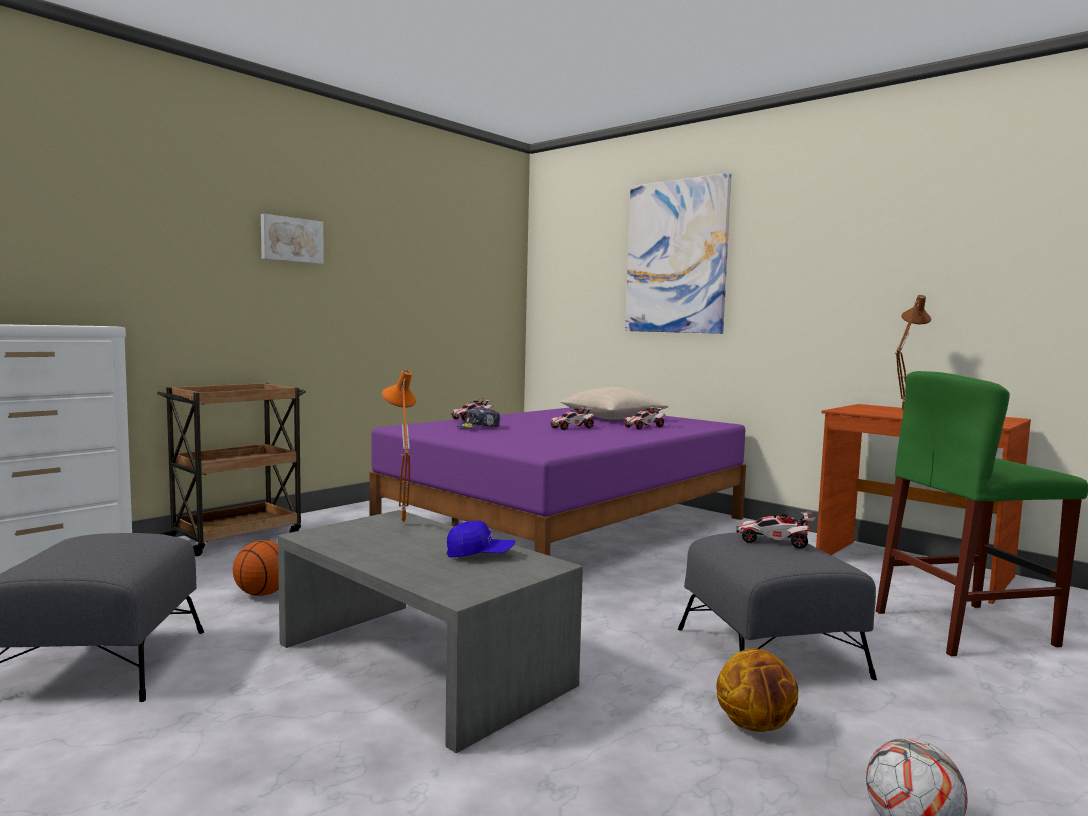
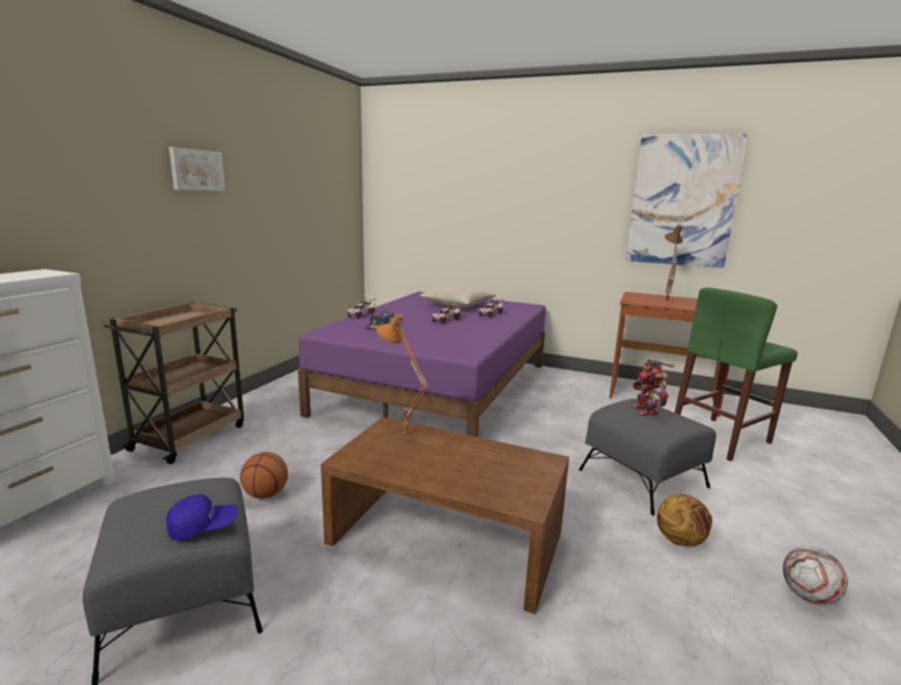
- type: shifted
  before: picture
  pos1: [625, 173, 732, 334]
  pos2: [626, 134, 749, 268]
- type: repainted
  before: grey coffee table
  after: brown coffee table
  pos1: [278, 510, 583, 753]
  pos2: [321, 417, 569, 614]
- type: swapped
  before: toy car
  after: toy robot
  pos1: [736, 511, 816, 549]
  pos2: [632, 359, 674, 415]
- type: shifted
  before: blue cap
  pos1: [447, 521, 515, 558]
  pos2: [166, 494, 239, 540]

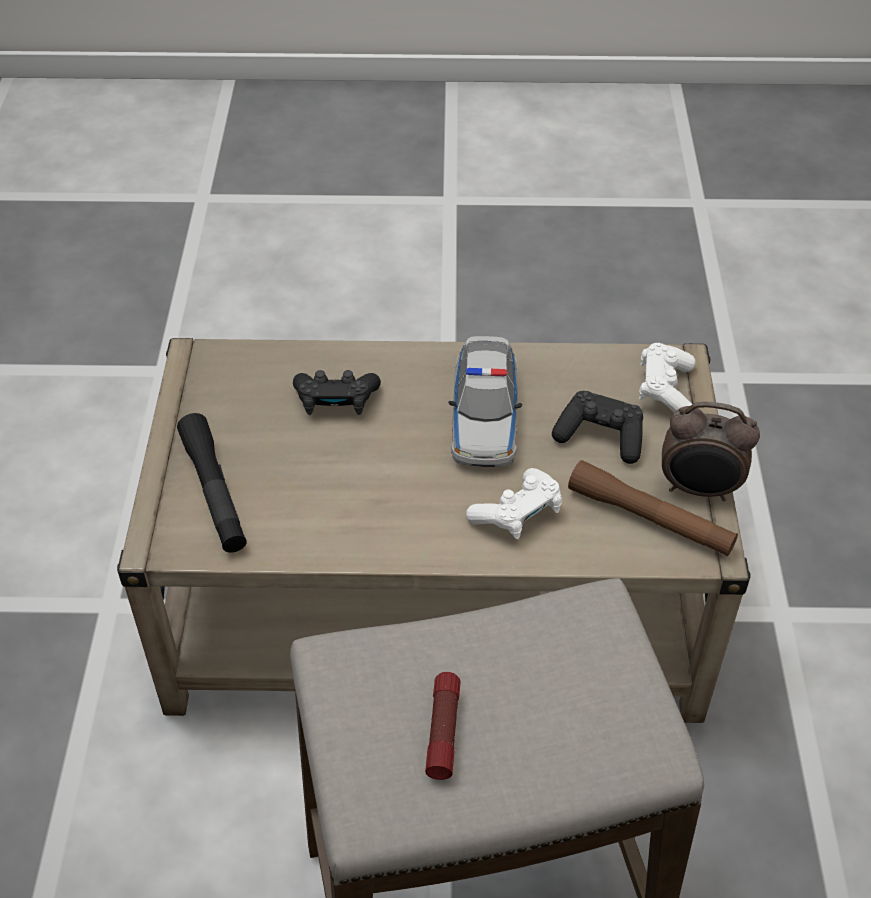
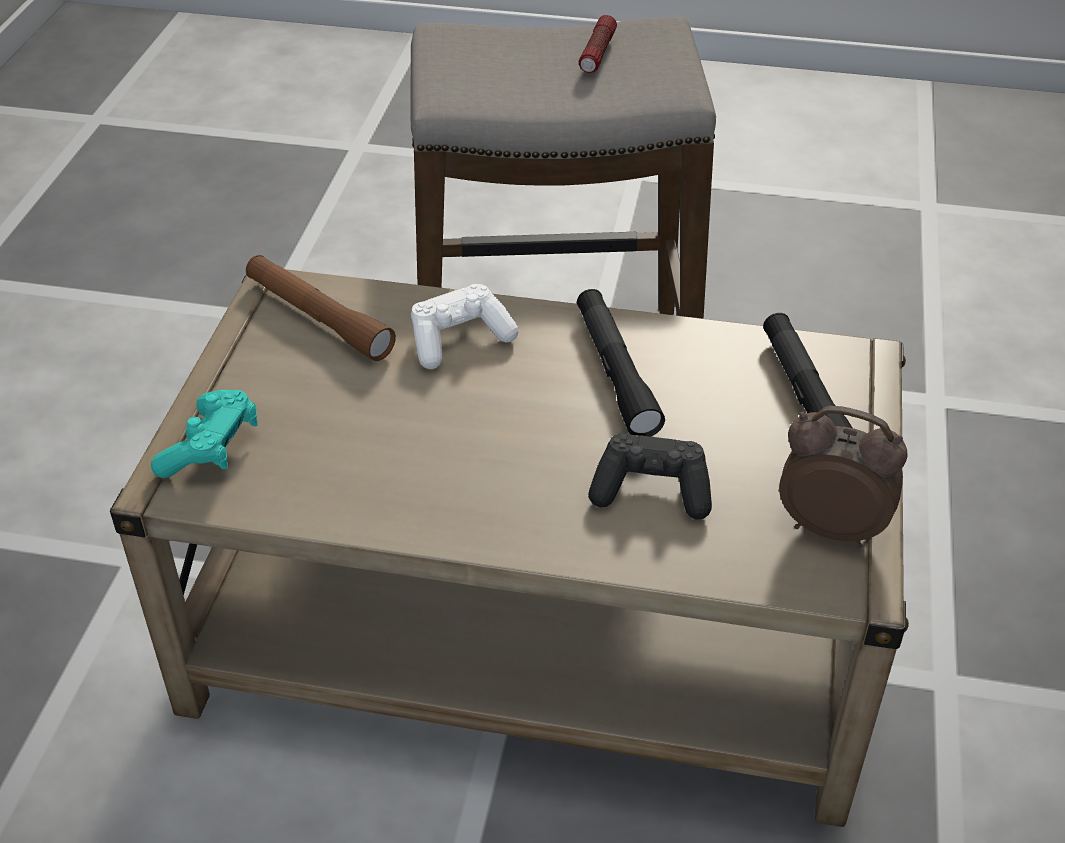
- type: gone
  before: toy car
  pos1: [449, 336, 522, 467]
- type: repainted
  before: white game controller
  after: turquoise game controller
  pos1: [639, 343, 696, 413]
  pos2: [151, 390, 258, 478]
- type: gone
  before: black game controller
  pos1: [552, 391, 643, 464]
- type: shifted
  before: alarm clock
  pos1: [662, 401, 760, 501]
  pos2: [779, 406, 907, 548]
- type: new
  after: black flashlight
  pos2: [577, 289, 665, 437]

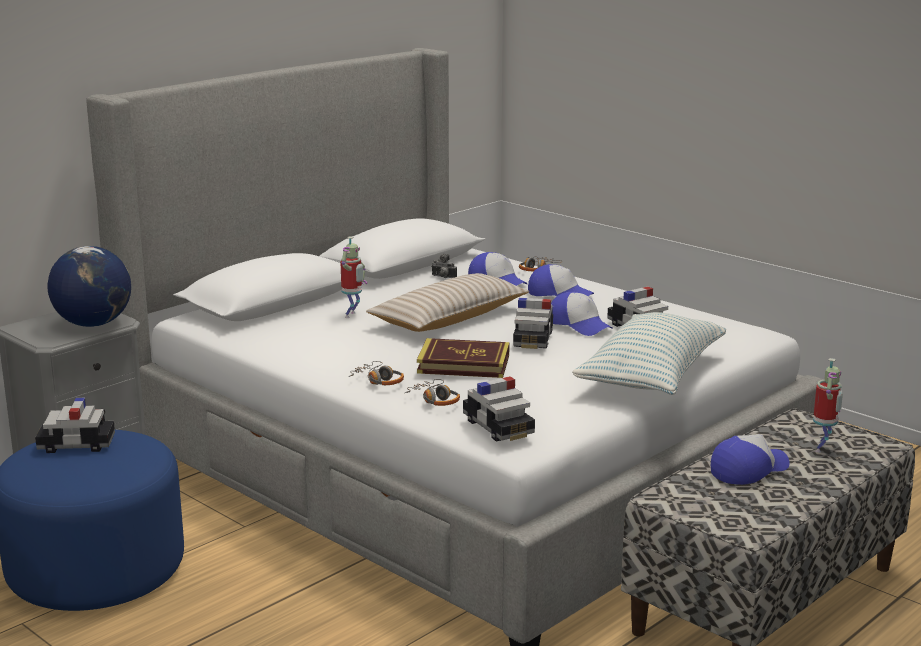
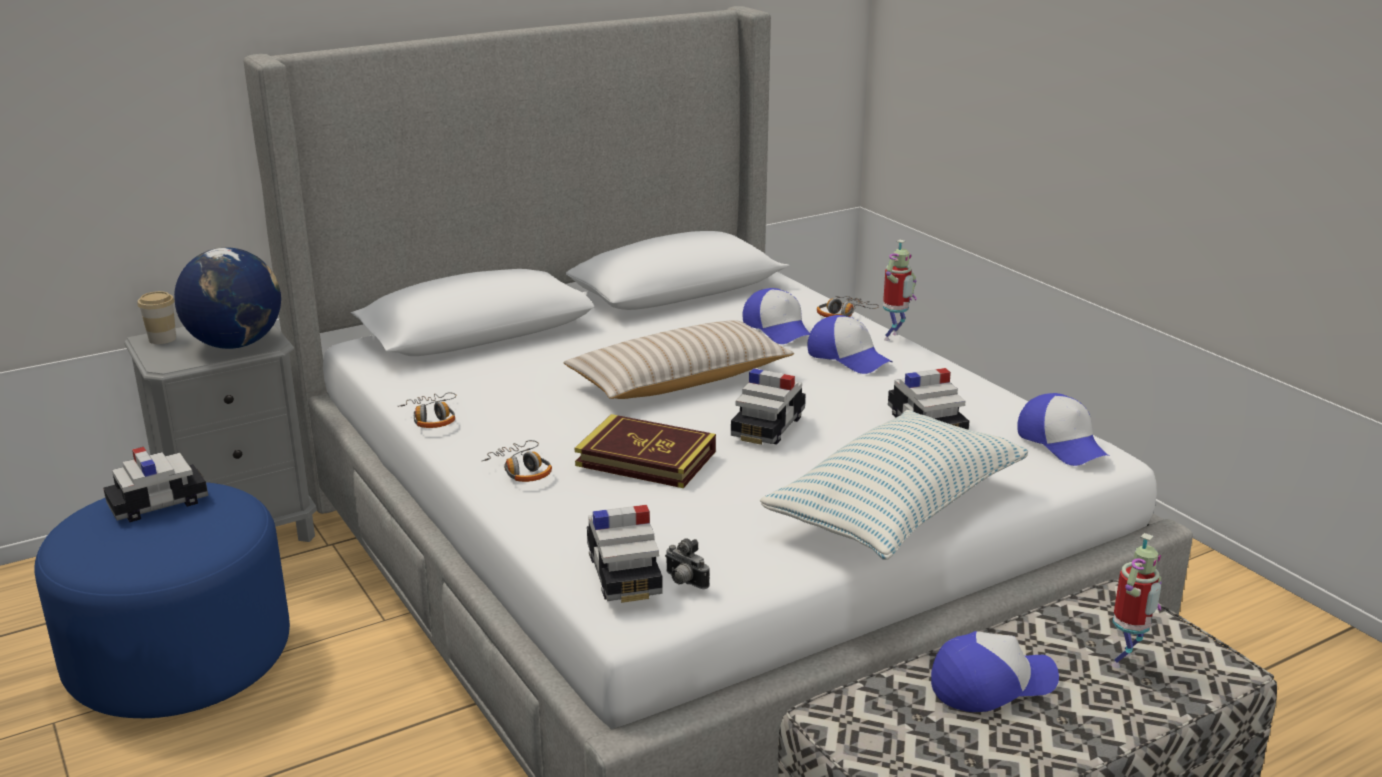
- type: shifted
  before: toy robot
  pos1: [340, 236, 367, 318]
  pos2: [883, 240, 917, 341]
- type: shifted
  before: photo camera
  pos1: [432, 254, 457, 278]
  pos2: [665, 538, 709, 589]
- type: shifted
  before: cap
  pos1: [551, 292, 613, 336]
  pos2: [1017, 393, 1109, 466]
- type: shifted
  before: headphones
  pos1: [405, 379, 460, 406]
  pos2: [397, 392, 456, 428]
- type: rotated
  before: toy car
  pos1: [35, 398, 115, 453]
  pos2: [103, 447, 208, 522]
  turn: 135
- type: new
  after: cup
  pos2: [138, 291, 176, 344]

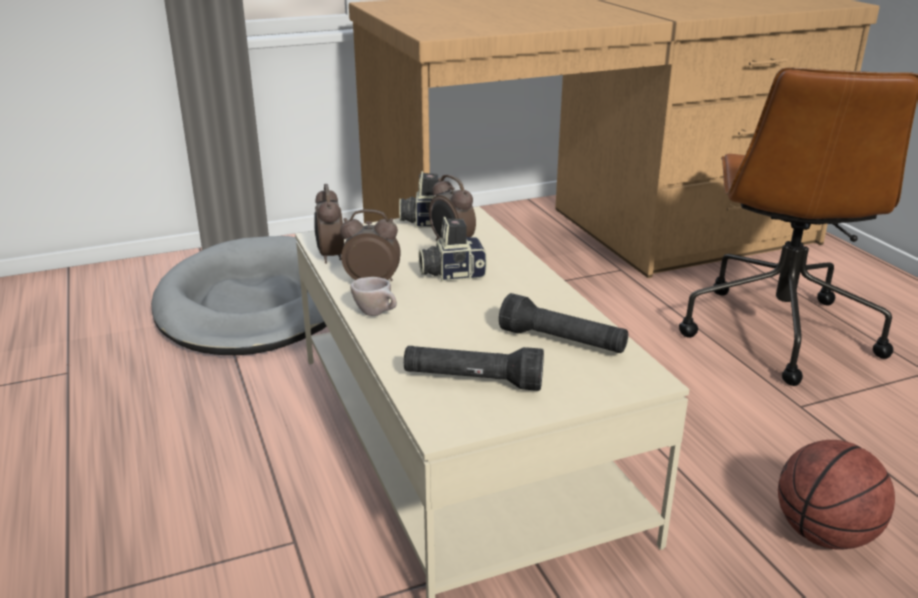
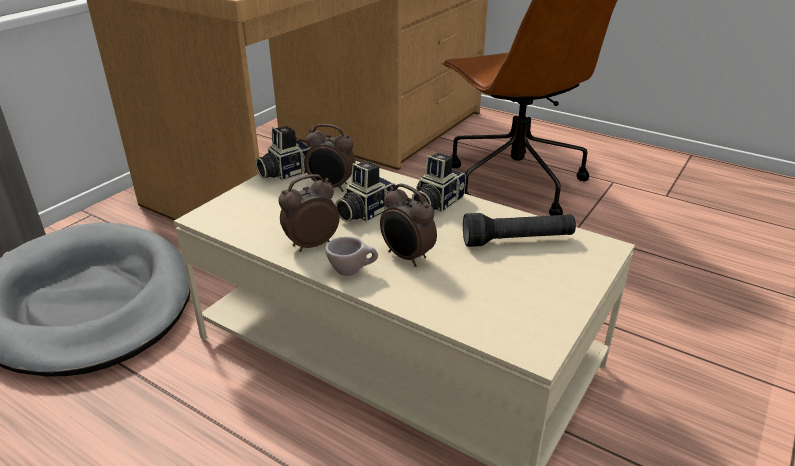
- type: shifted
  before: alarm clock
  pos1: [314, 184, 344, 264]
  pos2: [380, 183, 437, 267]
- type: gone
  before: black flashlight
  pos1: [404, 346, 544, 391]
- type: gone
  before: basketball
  pos1: [778, 440, 895, 550]
- type: new
  after: photo camera
  pos2: [412, 153, 466, 212]

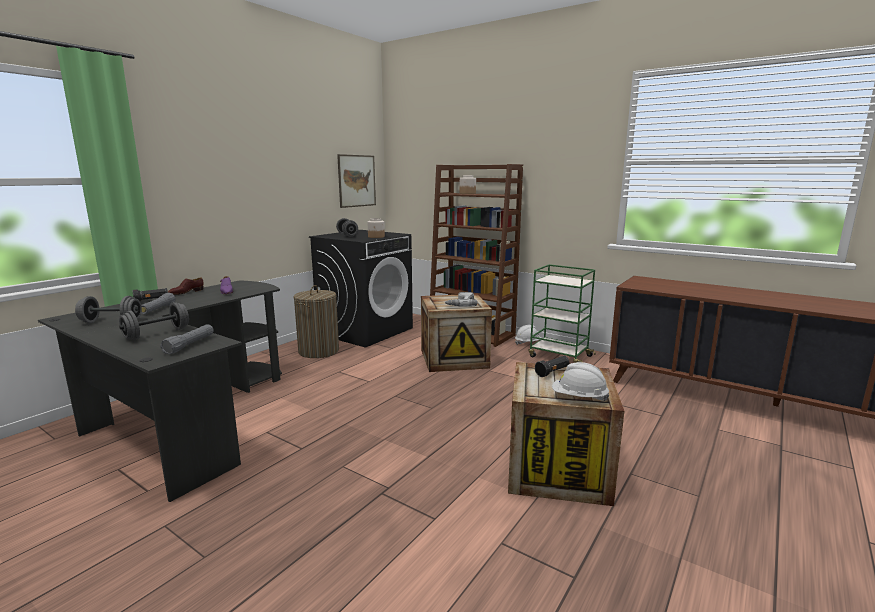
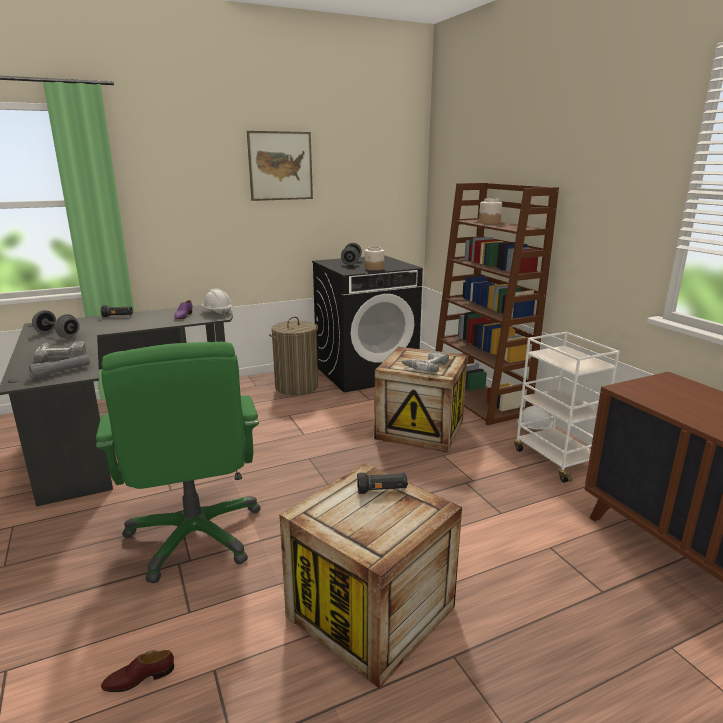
- type: shifted
  before: picture
  pos1: [337, 154, 376, 208]
  pos2: [247, 131, 313, 201]
- type: repainted
  before: green cart
  after: white cart
  pos1: [529, 264, 596, 363]
  pos2: [514, 332, 620, 483]
- type: shifted
  before: brown shoe
  pos1: [168, 277, 204, 295]
  pos2: [101, 650, 174, 692]
- type: gone
  before: grey flashlight
  pos1: [141, 293, 176, 314]
- type: swapped
  before: grey dumbbell
  after: power drill
  pos1: [119, 302, 189, 340]
  pos2: [34, 341, 86, 362]
- type: shifted
  before: white hard hat
  pos1: [552, 362, 609, 401]
  pos2: [201, 289, 232, 316]
- type: new
  after: green office chair
  pos2: [96, 342, 261, 583]

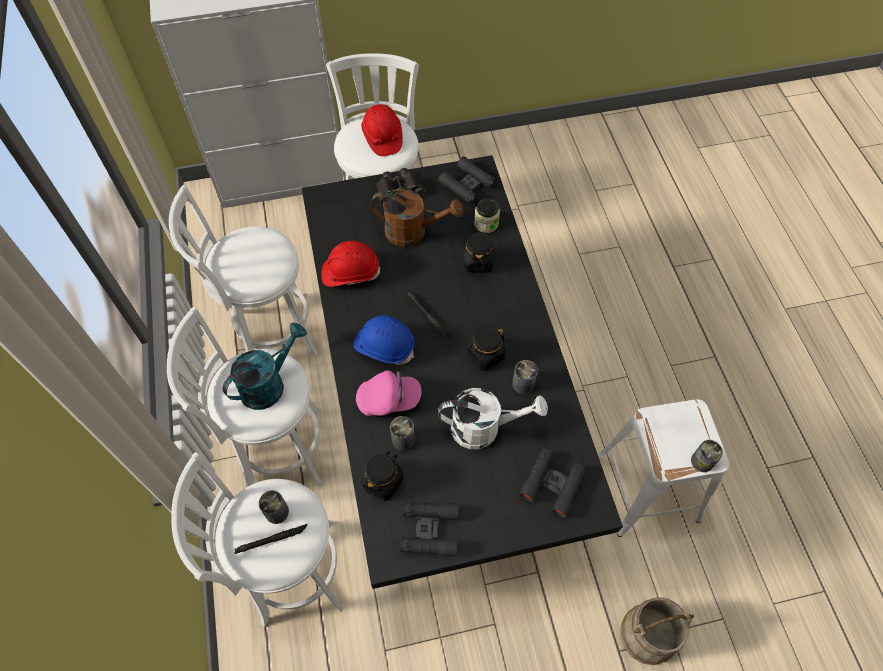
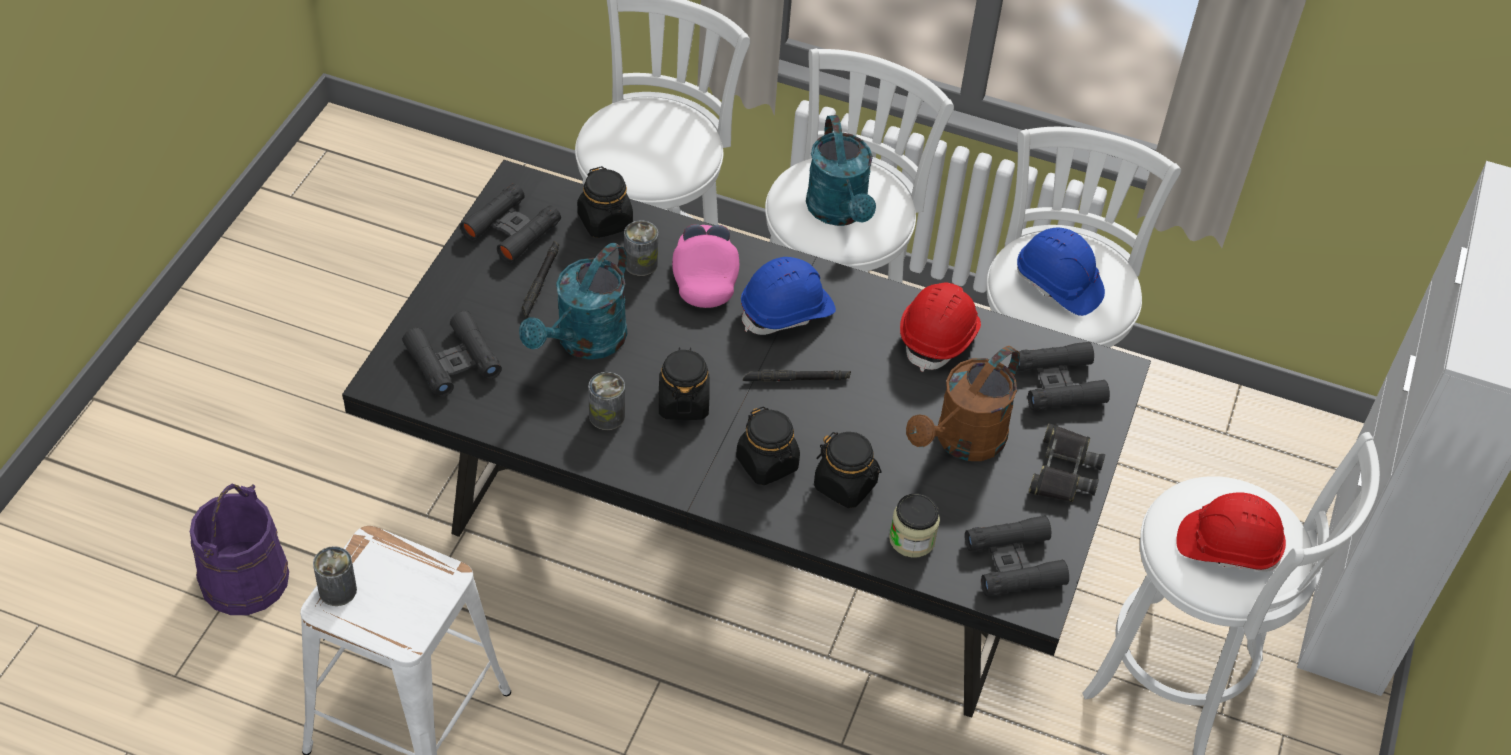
- type: rotated
  before: pink cap
  pos1: [356, 370, 421, 416]
  pos2: [672, 224, 739, 308]
  turn: 150
- type: repainted
  before: white watering can
  after: turquoise watering can
  pos1: [439, 388, 548, 449]
  pos2: [519, 243, 627, 360]
- type: gone
  before: can
  pos1: [259, 490, 289, 524]
- type: shifted
  before: black flashlight
  pos1: [234, 524, 307, 554]
  pos2: [522, 241, 559, 319]
- type: repainted
  before: beige bucket
  after: purple bucket
  pos1: [620, 597, 694, 665]
  pos2: [190, 484, 289, 615]
- type: new
  after: blue hard hat
  pos2: [1017, 228, 1105, 316]
- type: new
  after: black binoculars
  pos2: [1017, 342, 1110, 410]
- type: new
  after: black jar
  pos2: [736, 407, 800, 485]

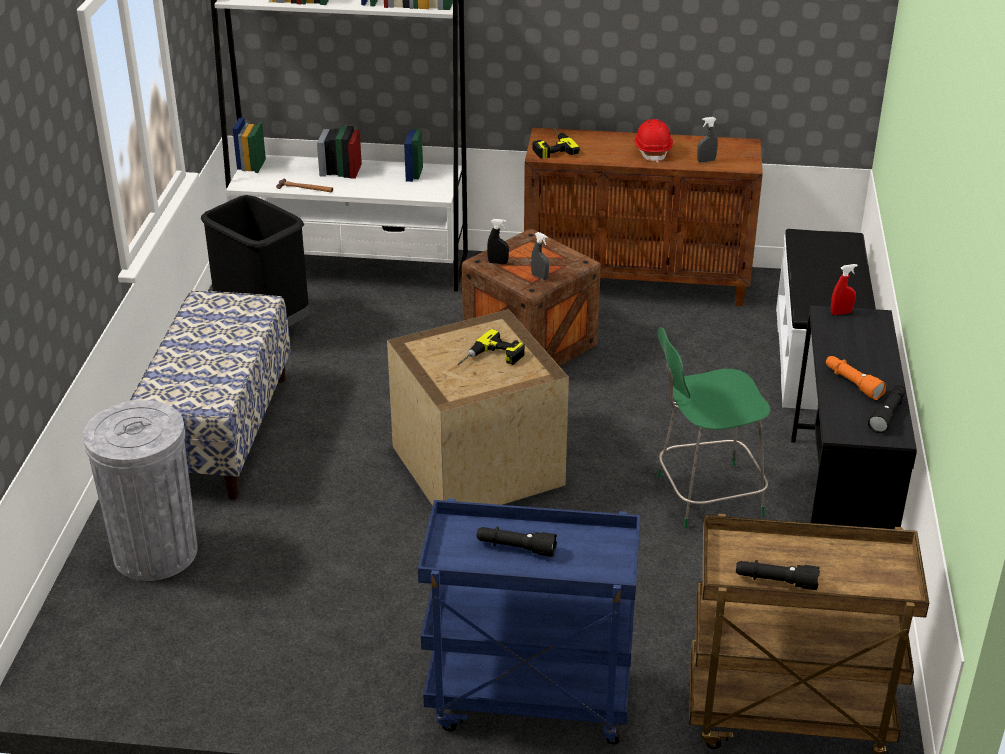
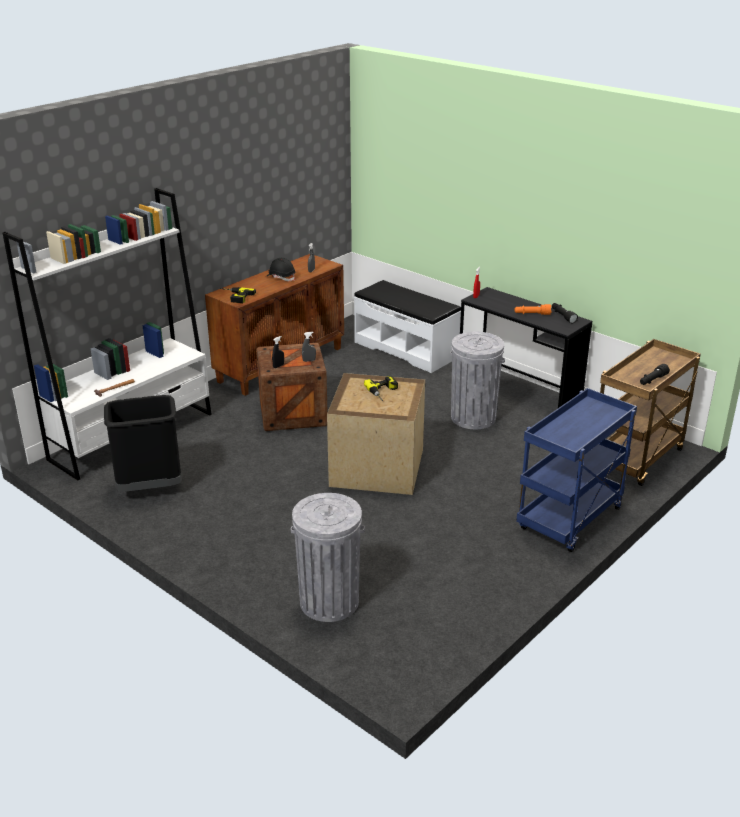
- type: repainted
  before: red hard hat
  after: black hard hat
  pos1: [634, 119, 673, 163]
  pos2: [267, 258, 296, 281]
- type: gone
  before: bench
  pos1: [130, 291, 291, 500]
- type: swapped
  before: green stool
  after: grey trash can
  pos1: [657, 327, 770, 528]
  pos2: [450, 332, 505, 429]
- type: gone
  before: black flashlight
  pos1: [477, 526, 557, 557]

